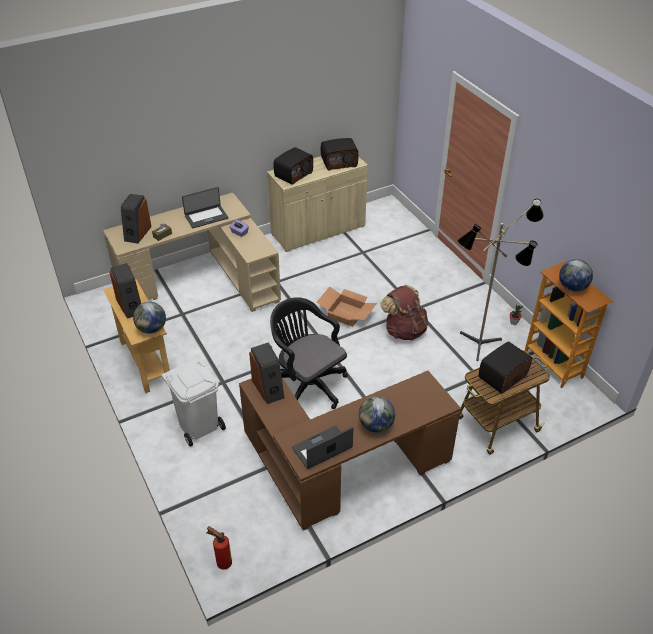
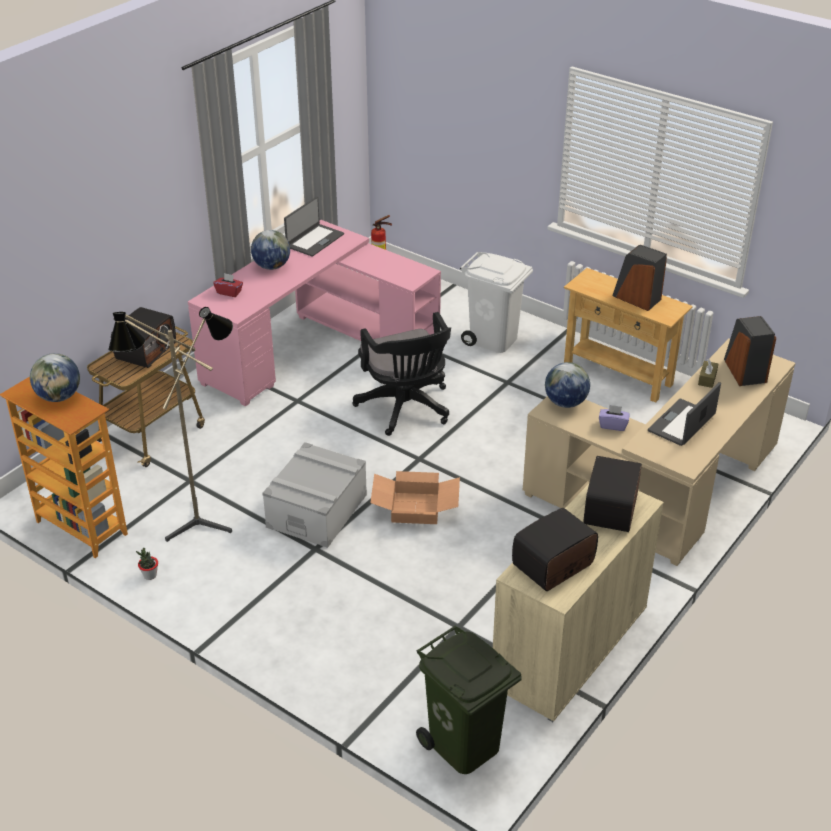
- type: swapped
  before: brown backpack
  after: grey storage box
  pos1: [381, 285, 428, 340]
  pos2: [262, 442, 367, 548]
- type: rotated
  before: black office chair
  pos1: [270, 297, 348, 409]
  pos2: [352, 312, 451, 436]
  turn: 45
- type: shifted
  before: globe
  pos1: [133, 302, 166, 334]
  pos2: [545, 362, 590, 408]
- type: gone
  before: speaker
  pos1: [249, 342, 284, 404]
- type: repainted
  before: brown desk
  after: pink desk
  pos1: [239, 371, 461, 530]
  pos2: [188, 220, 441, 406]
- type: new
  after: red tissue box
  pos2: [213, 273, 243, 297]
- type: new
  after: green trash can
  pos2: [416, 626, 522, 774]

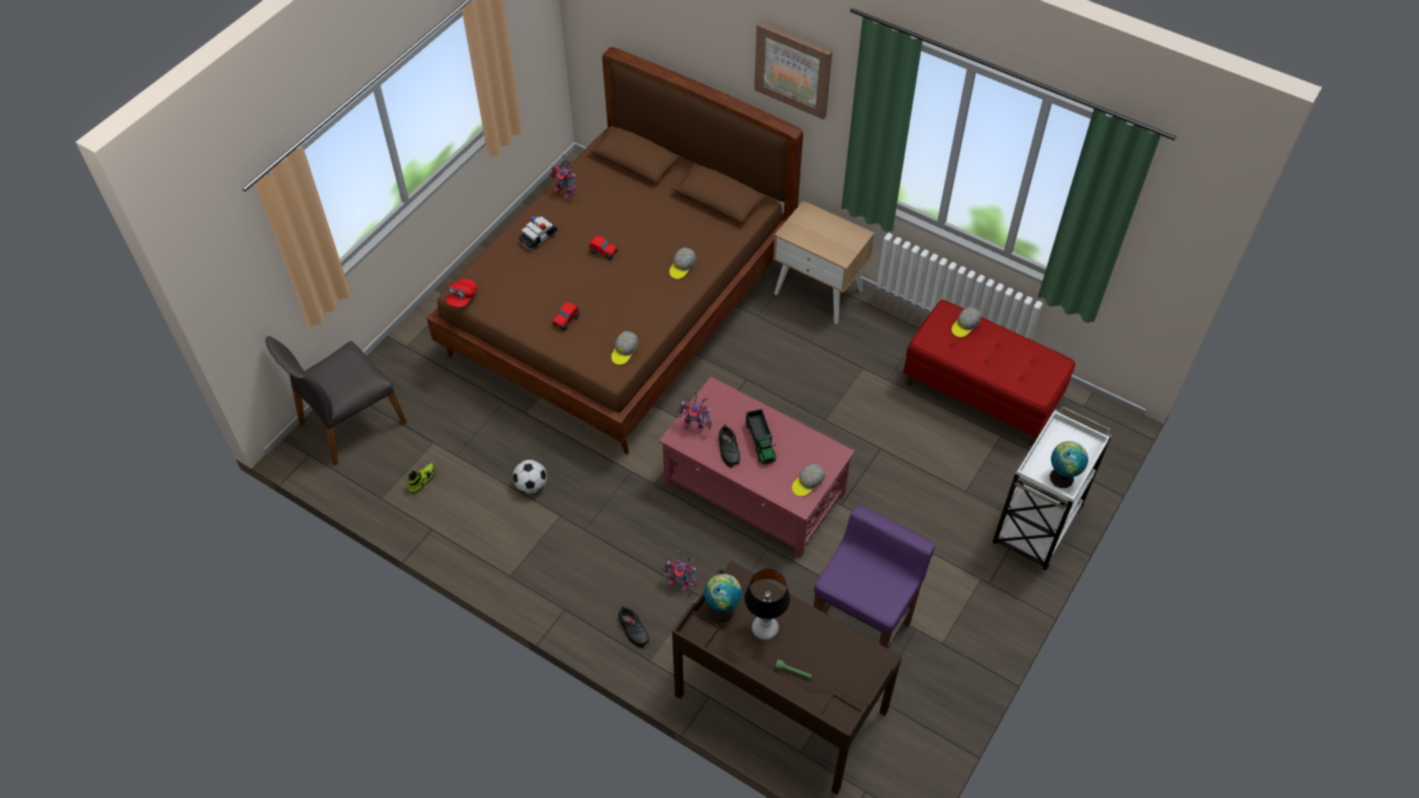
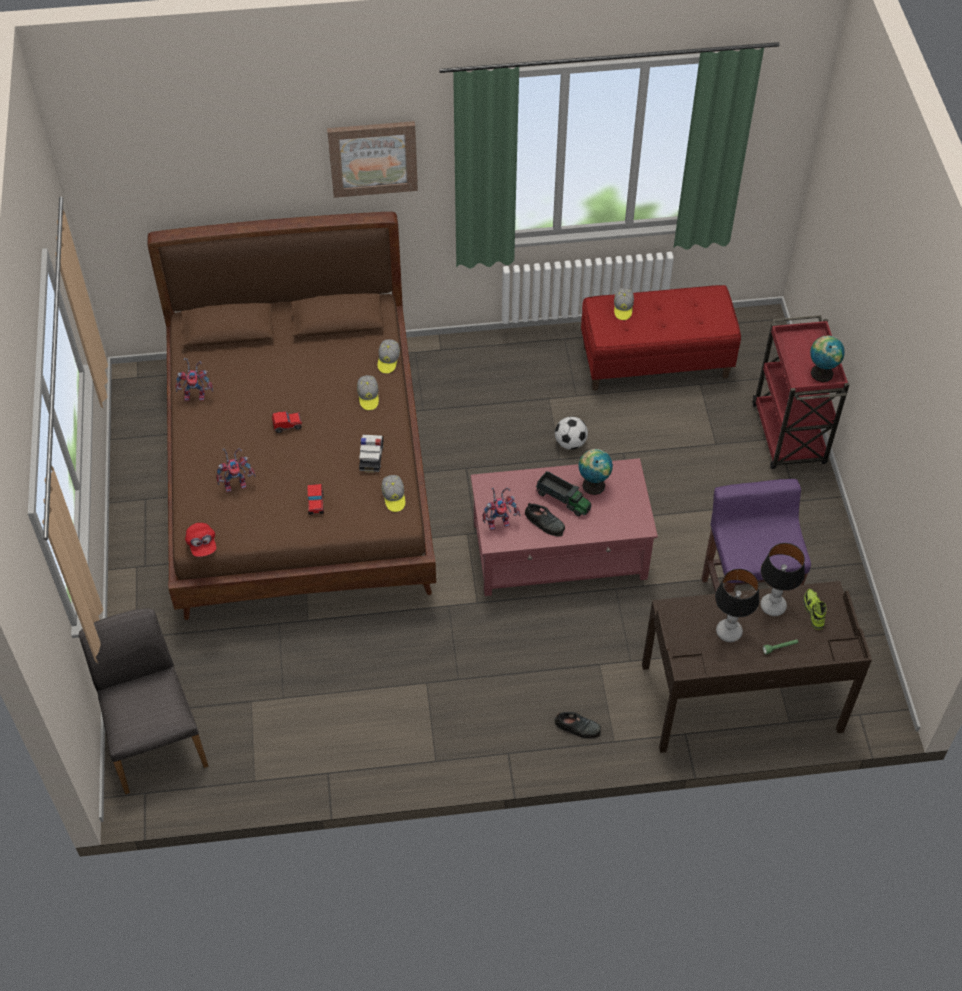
- type: gone
  before: beige nightstand
  pos1: [773, 201, 874, 324]
- type: shifted
  before: toy car
  pos1: [519, 216, 558, 250]
  pos2: [359, 435, 383, 473]
- type: rotated
  before: grey chair
  pos1: [265, 336, 407, 466]
  pos2: [79, 608, 209, 794]
  turn: 150
- type: repainted
  before: white cart
  after: red cart
  pos1: [993, 406, 1112, 570]
  pos2: [752, 315, 849, 469]
- type: shifted
  before: football
  pos1: [513, 460, 547, 494]
  pos2: [555, 417, 588, 450]
- type: shifted
  before: shoe
  pos1: [407, 462, 436, 494]
  pos2: [803, 589, 827, 630]
- type: shifted
  before: cap
  pos1: [792, 464, 825, 496]
  pos2: [378, 339, 400, 374]
- type: shifted
  before: toy robot
  pos1: [662, 550, 698, 591]
  pos2: [216, 448, 256, 493]
- type: shifted
  before: globe
  pos1: [704, 574, 742, 622]
  pos2: [579, 449, 613, 495]
- type: new
  after: table lamp
  pos2: [760, 543, 805, 616]

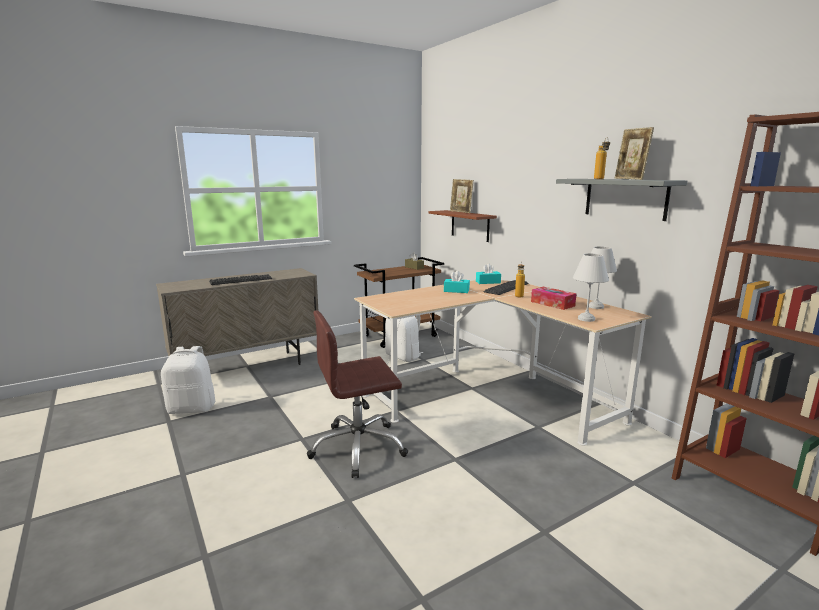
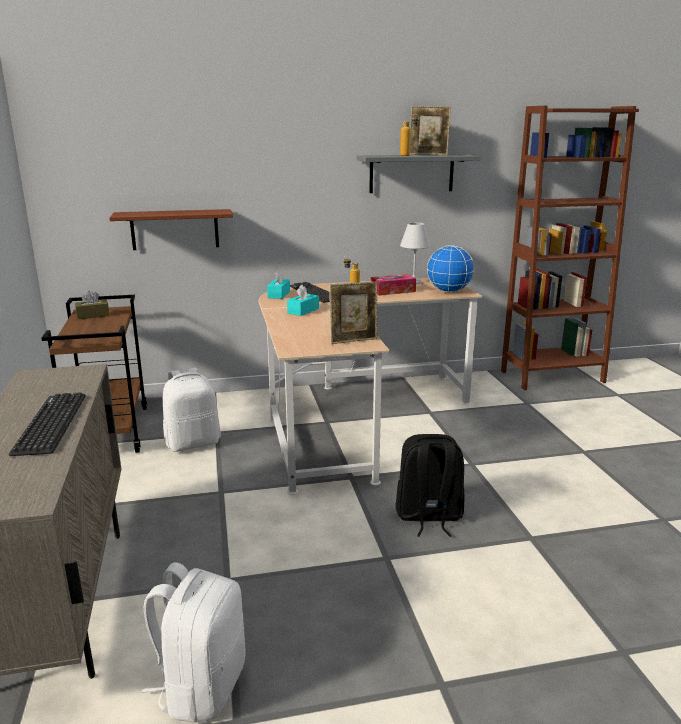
- type: shifted
  before: picture frame
  pos1: [450, 179, 474, 213]
  pos2: [329, 281, 378, 344]
- type: swapped
  before: white table lamp
  after: globe
  pos1: [573, 253, 609, 322]
  pos2: [427, 245, 474, 292]
- type: swapped
  before: brown office chair
  after: black backpack
  pos1: [307, 310, 408, 478]
  pos2: [395, 434, 465, 537]

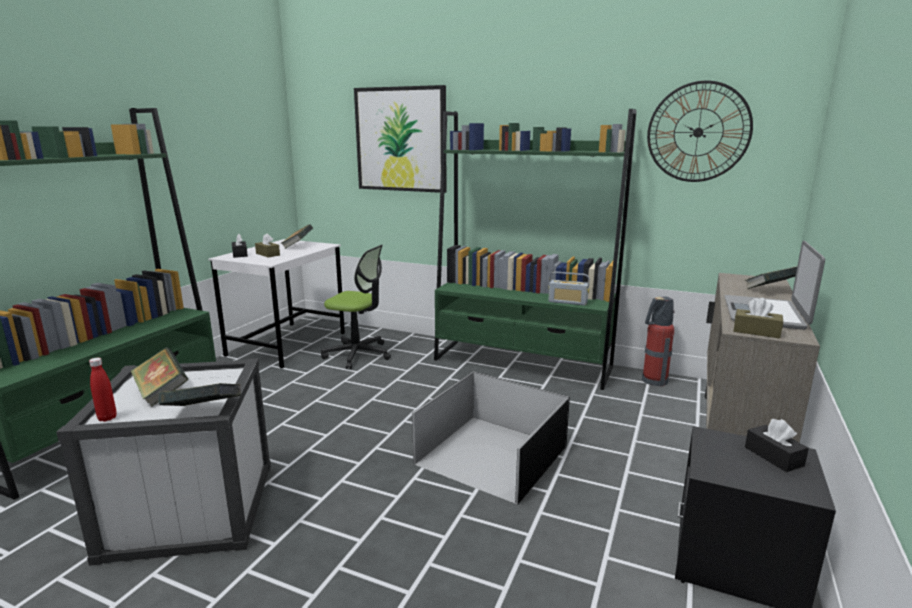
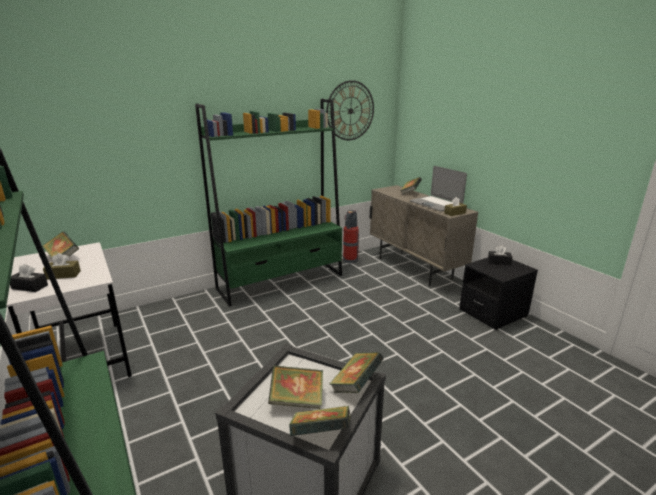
- type: gone
  before: picture
  pos1: [354, 85, 447, 193]
- type: gone
  before: office chair
  pos1: [321, 245, 391, 369]
- type: gone
  before: radio
  pos1: [548, 272, 589, 305]
- type: swapped
  before: red bottle
  after: book
  pos1: [89, 358, 117, 422]
  pos2: [289, 406, 351, 436]
- type: gone
  before: black storage box
  pos1: [412, 371, 570, 505]

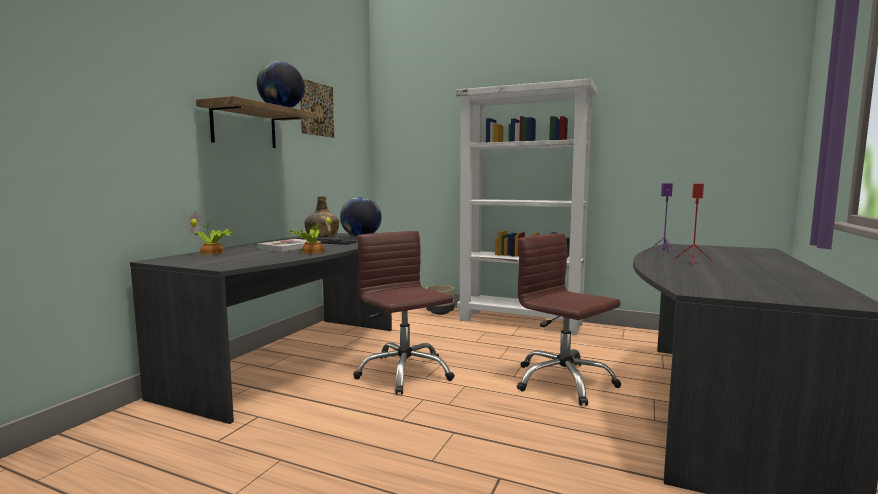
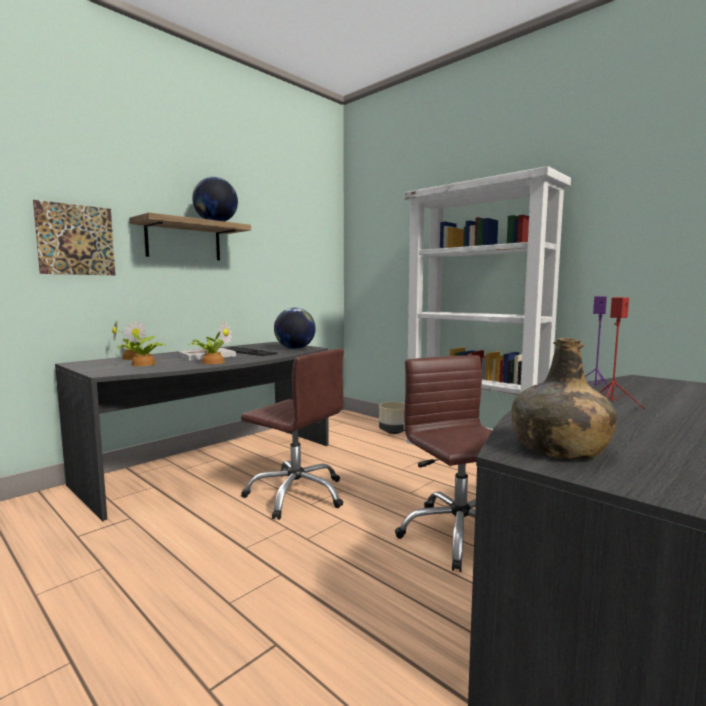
- type: shifted
  before: picture
  pos1: [300, 79, 334, 138]
  pos2: [33, 200, 116, 275]
- type: shifted
  before: green bottle
  pos1: [305, 196, 339, 237]
  pos2: [512, 338, 617, 460]
- type: rotated
  before: brown office chair
  pos1: [353, 231, 455, 394]
  pos2: [241, 349, 344, 520]
  turn: 135
- type: new
  after: potted plant
  pos2: [117, 321, 166, 366]

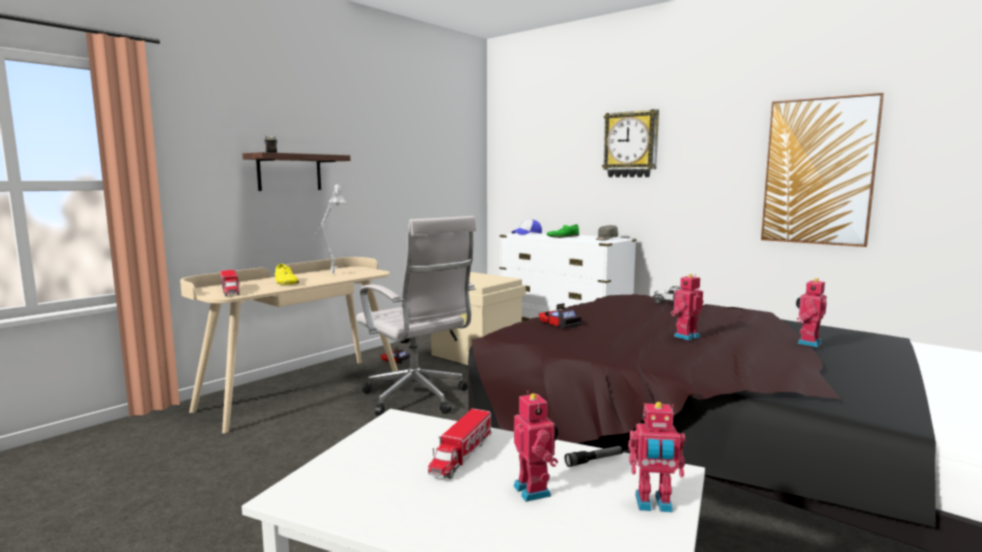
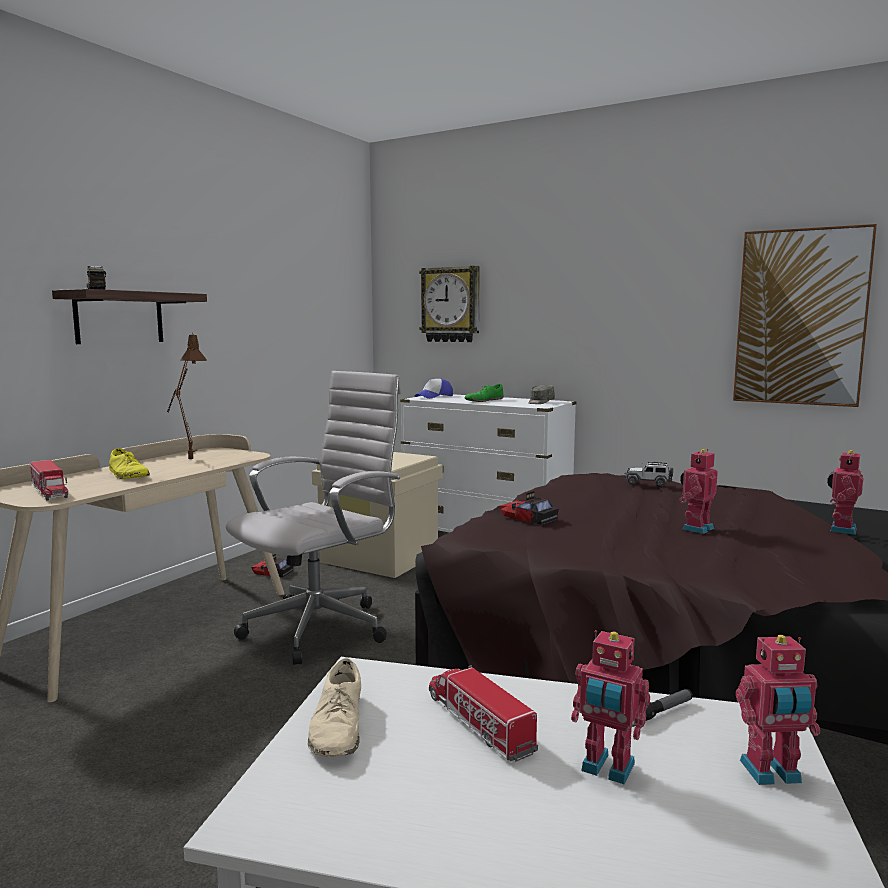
- type: shifted
  before: wall clock
  pos1: [602, 109, 659, 177]
  pos2: [419, 266, 480, 342]
- type: repainted
  before: grey table lamp
  after: brown table lamp
  pos1: [313, 183, 347, 274]
  pos2: [167, 335, 207, 459]
- type: rotated
  before: white office chair
  pos1: [356, 216, 476, 416]
  pos2: [226, 371, 401, 665]
  turn: -90
- type: rotated
  before: toy robot
  pos1: [514, 391, 558, 502]
  pos2: [571, 630, 650, 784]
  turn: 150
- type: rotated
  before: toy truck
  pos1: [428, 408, 491, 479]
  pos2: [429, 665, 538, 762]
  turn: 135
- type: new
  after: beige shoe
  pos2: [308, 658, 361, 757]

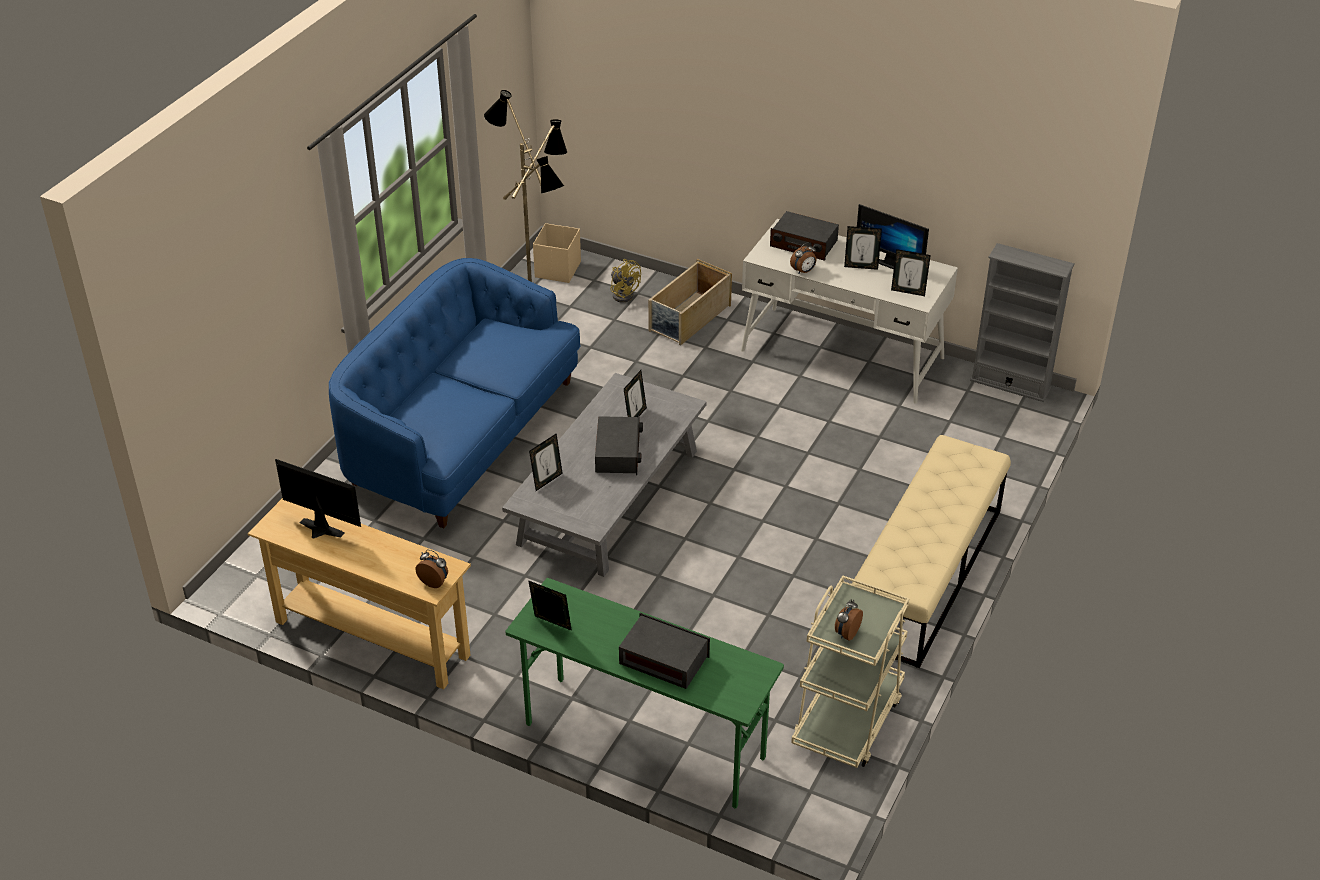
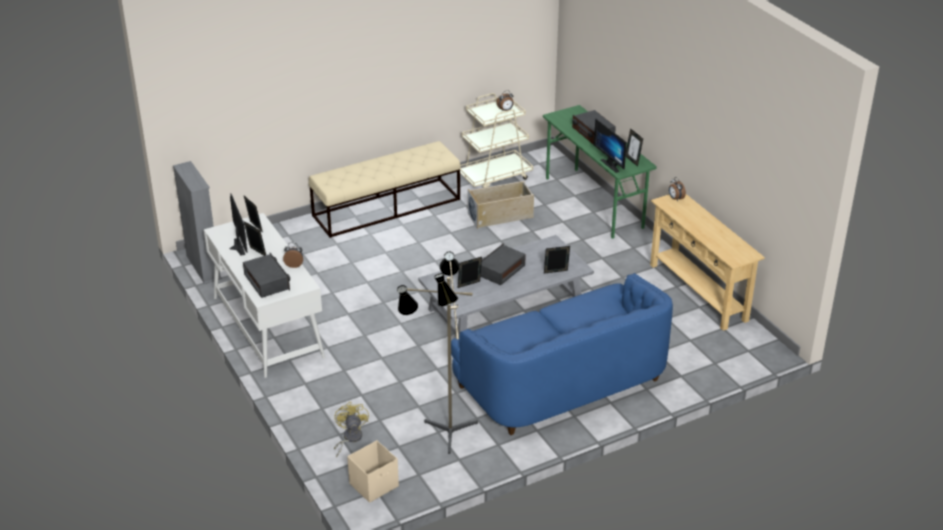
- type: shifted
  before: beige storage box
  pos1: [648, 259, 732, 345]
  pos2: [468, 181, 534, 229]
- type: shifted
  before: monitor
  pos1: [275, 459, 361, 539]
  pos2: [594, 119, 627, 173]

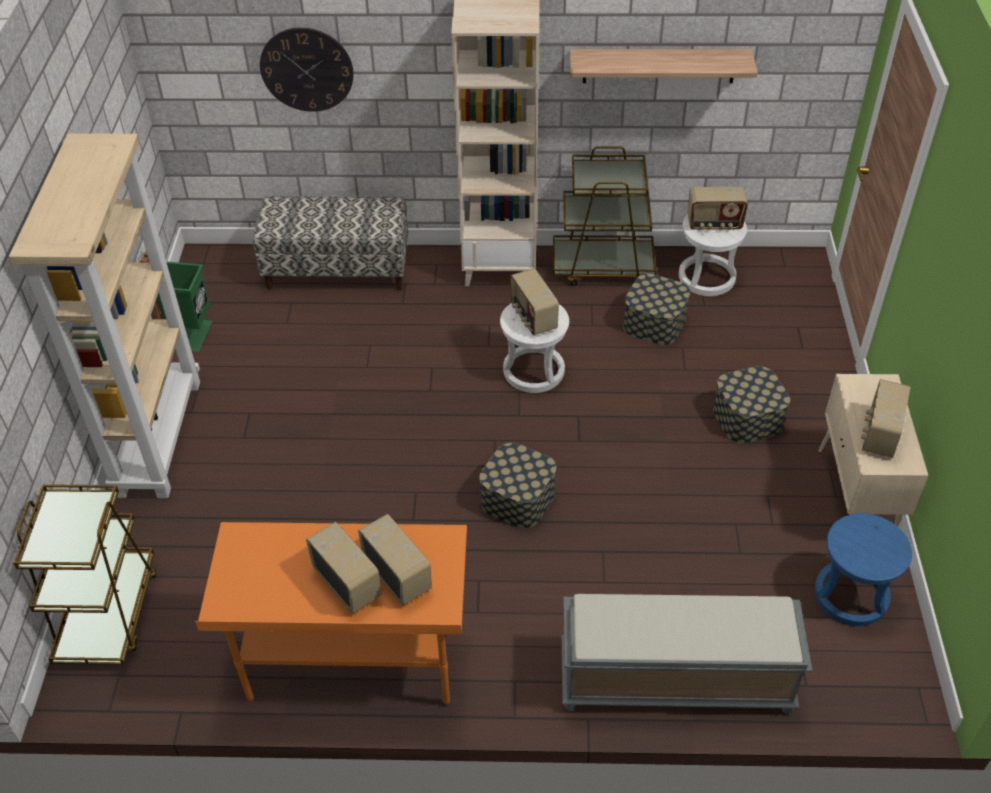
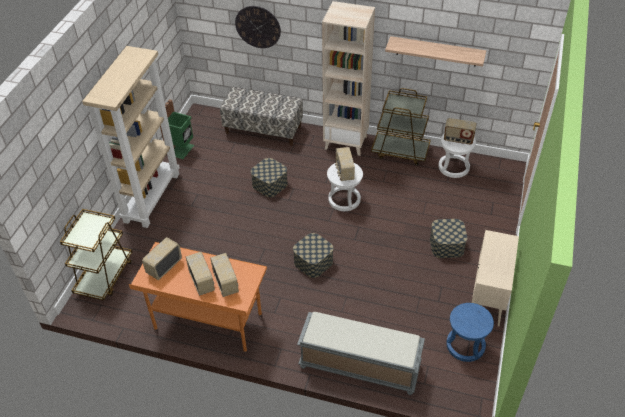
- type: shifted
  before: storage box
  pos1: [623, 274, 690, 345]
  pos2: [251, 158, 288, 197]
- type: shifted
  before: radio
  pos1: [861, 379, 911, 458]
  pos2: [142, 237, 182, 280]

